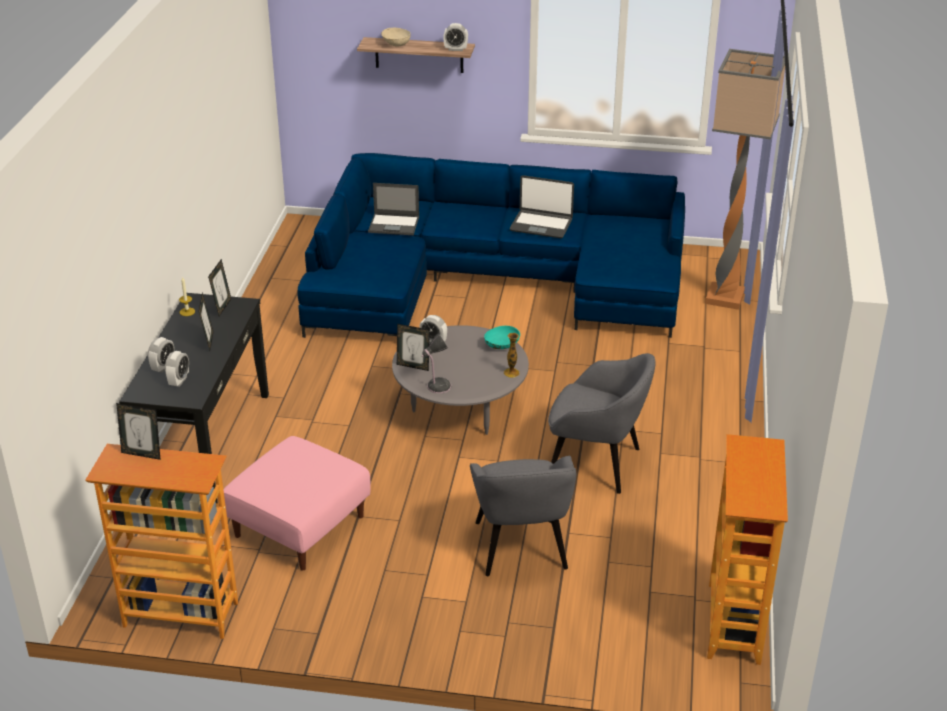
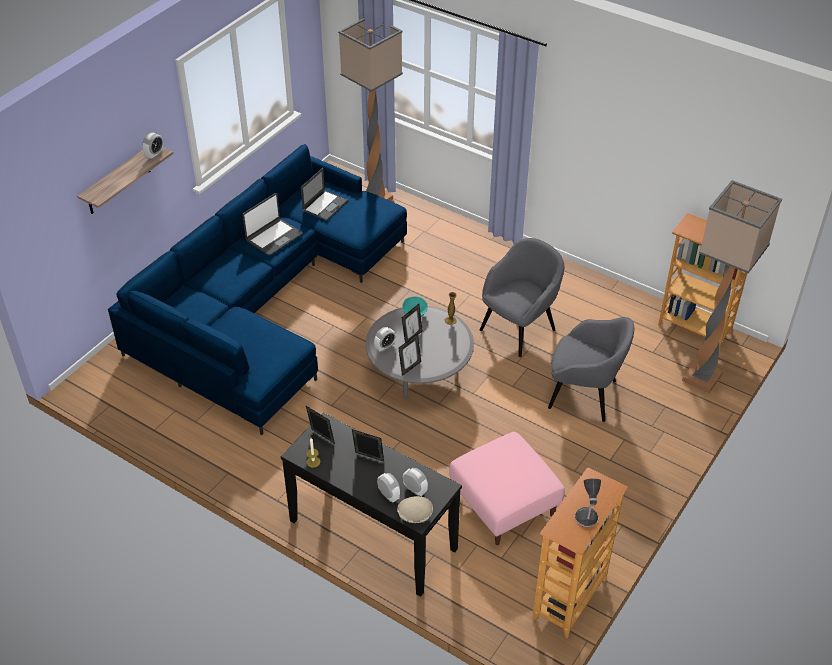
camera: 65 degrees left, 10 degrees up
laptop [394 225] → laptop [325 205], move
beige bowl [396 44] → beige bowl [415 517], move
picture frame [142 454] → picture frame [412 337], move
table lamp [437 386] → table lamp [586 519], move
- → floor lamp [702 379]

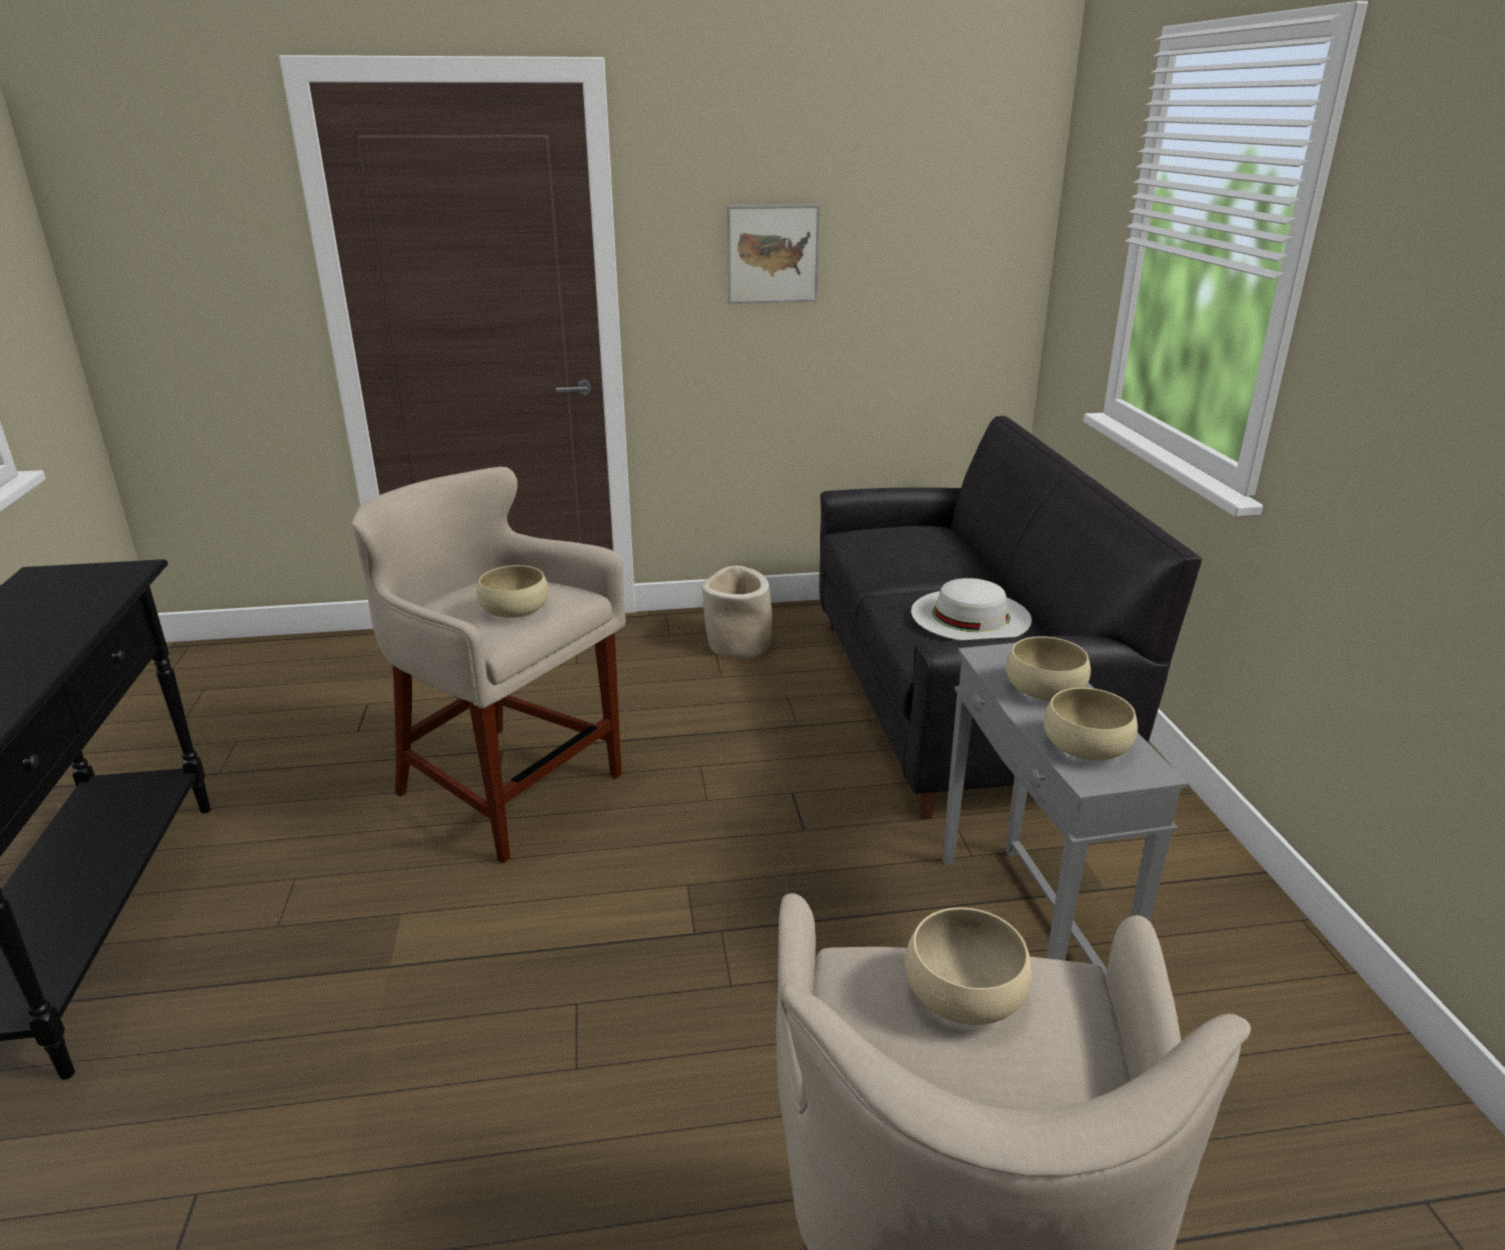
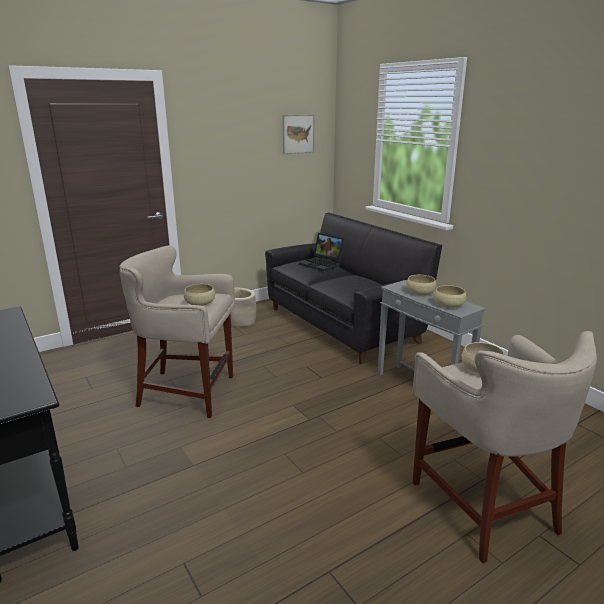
camera: 25 degrees left, 5 degrees down
picture [773 254] → picture [298 134], move
- → laptop [322 264]
white hat [970 615] → -

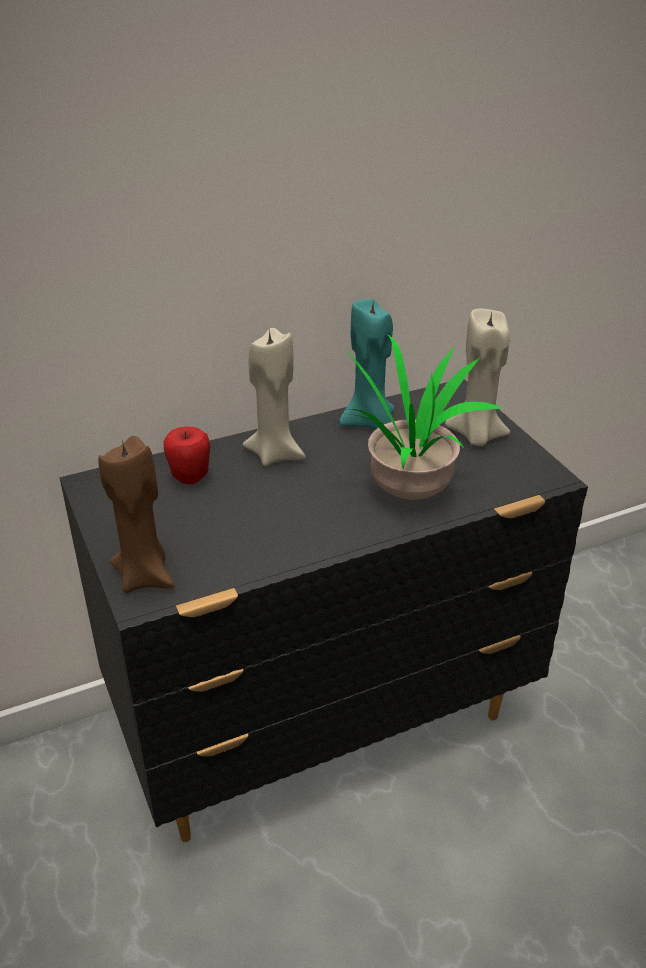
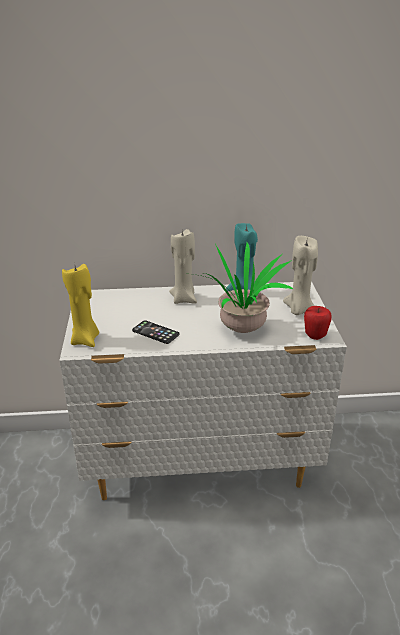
camera: 20 degrees right, 5 degrees down
black dresser [325 725] → white dresser [201 464]
brown candle [145 576] → yellow candle [85 340]
- → phone [155 332]
apple [190 477] → apple [315 336], move

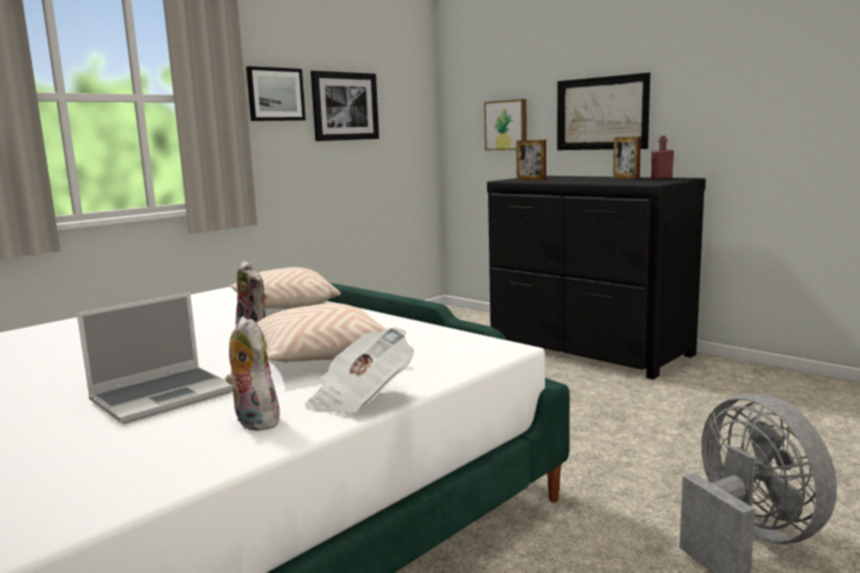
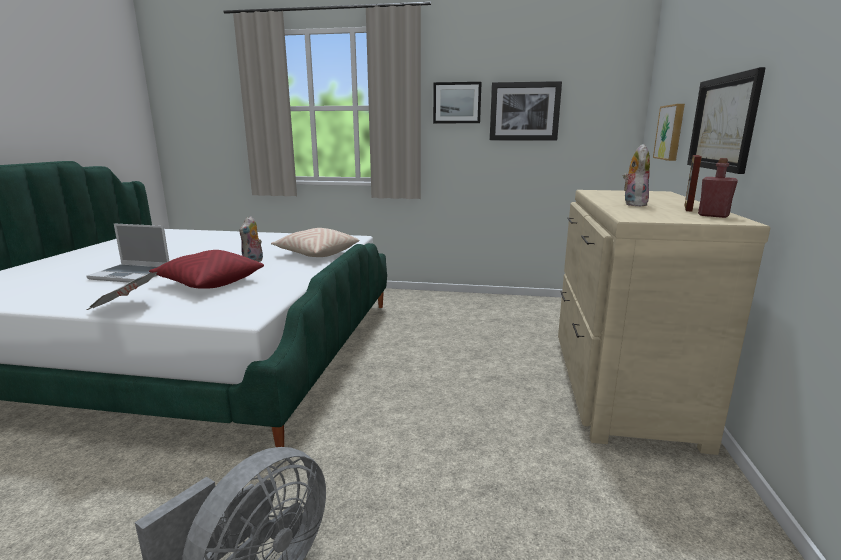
camera: 55 degrees right, 5 degrees up
beige pillow [319 356] → red pillow [209 283]
black dresser [587 349] → beige dresser [619 386]
plush toy [253 421] → plush toy [633 204], move
picture frame [531 179] → -

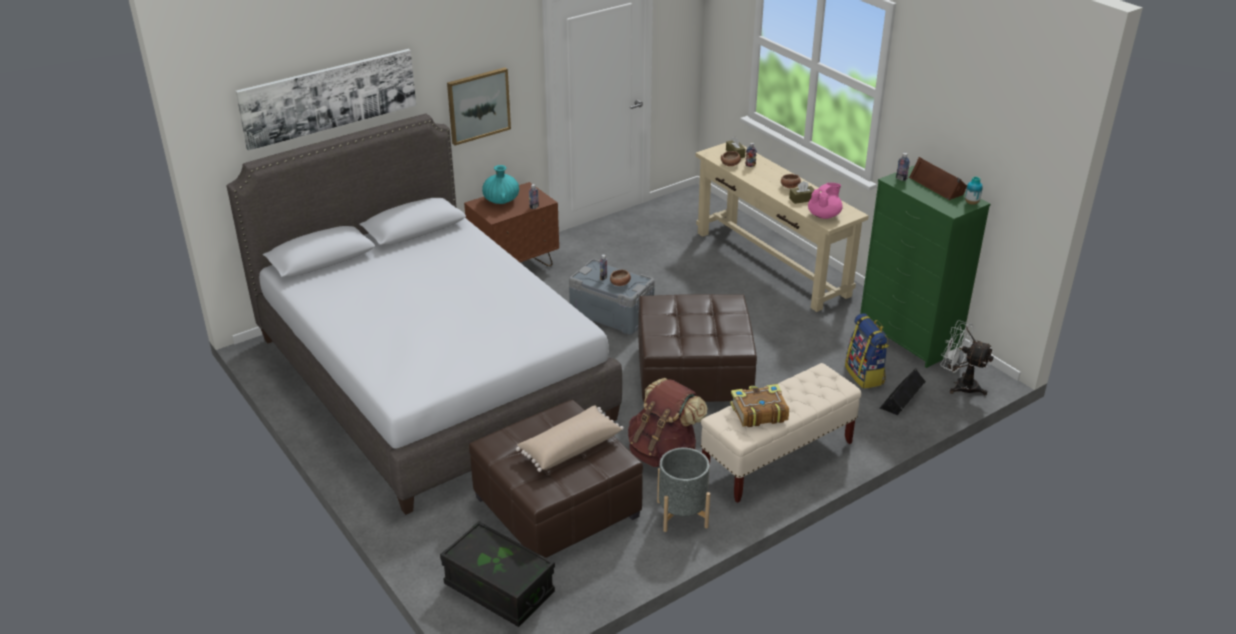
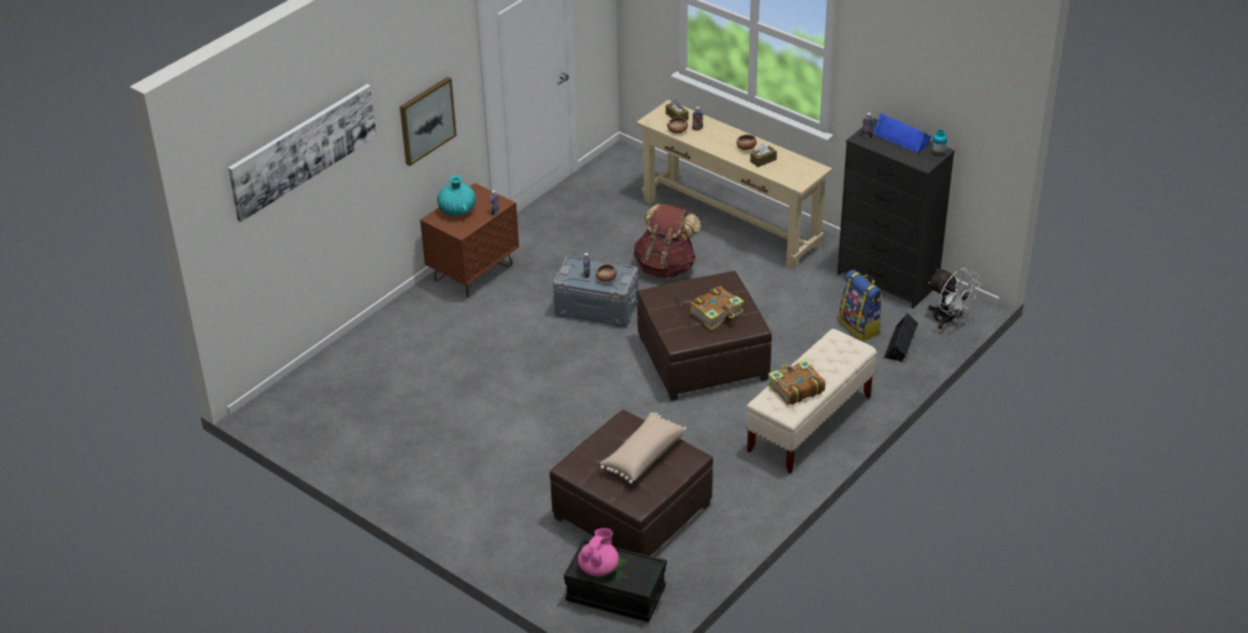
camera: 15 degrees left, 5 degrees up
pink teapot [824 215] → pink teapot [599 567], move
brown backpack [663 453] → brown backpack [666 267], move
- → book [716 314]
green dresser [909 338] → black dresser [888 280]
brown speaker [937 185] → blue speaker [902 138]
white fan [960 385] → white fan [948 320], 150 degrees counterclockwise
grey bed [431 378] → -
grey planter [682 514] → -

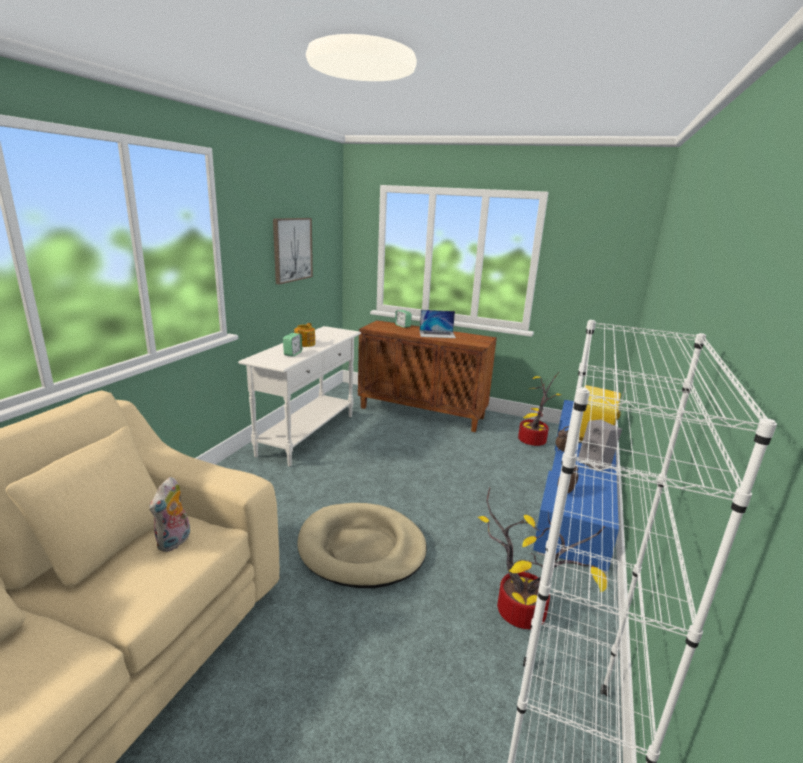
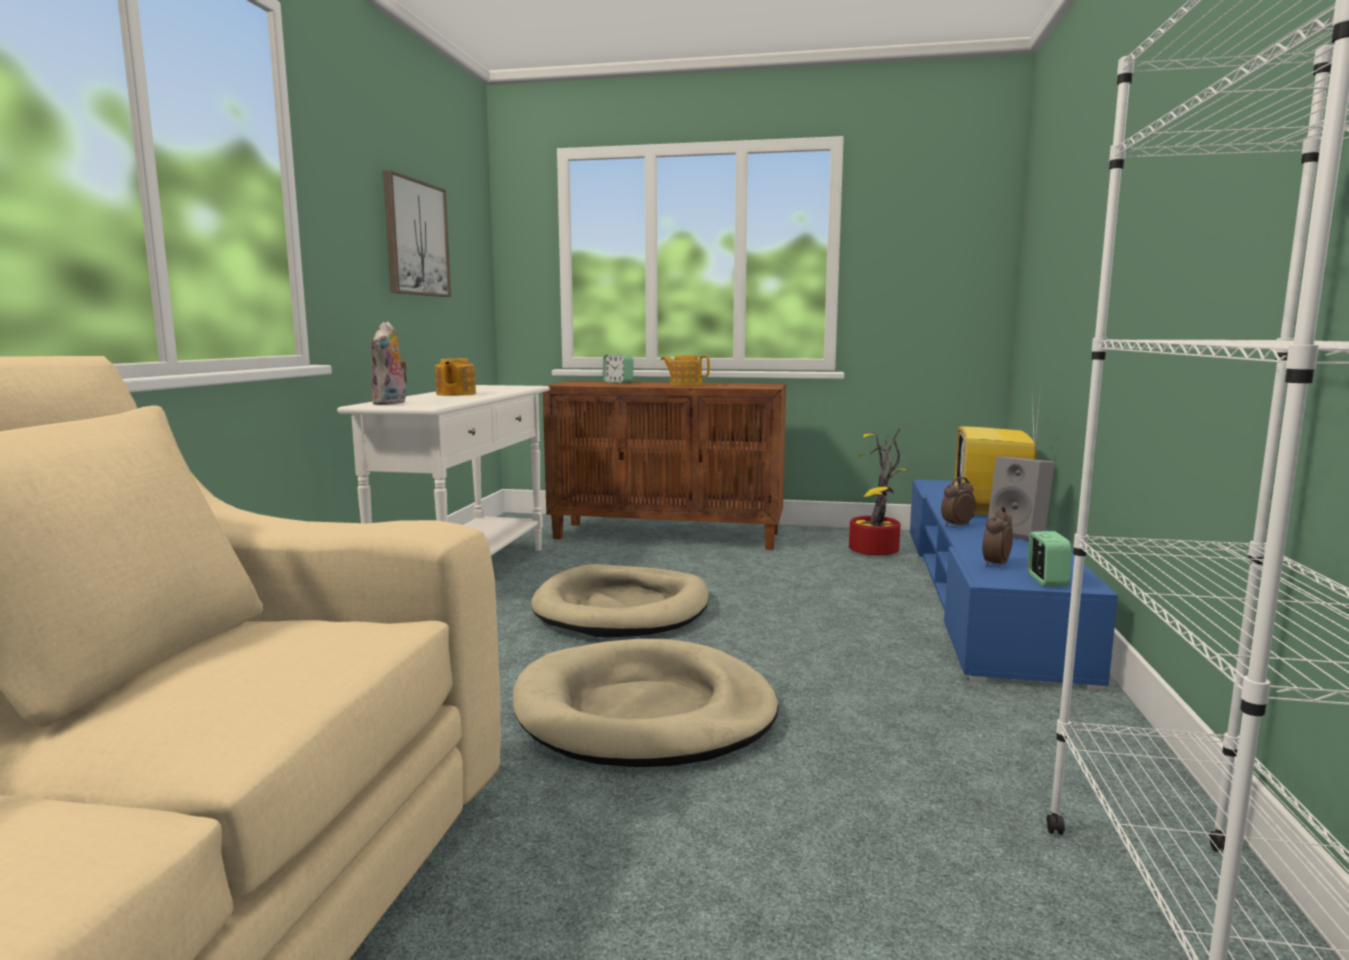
camera: 10 degrees left, 10 degrees down
plush toy [175 542] → plush toy [391 403], move
- → beige dog bed [623 608]
laptop [437 334] → teapot [685 384]
alarm clock [293 354] → alarm clock [1046 581], move
potted plant [525 610] → -

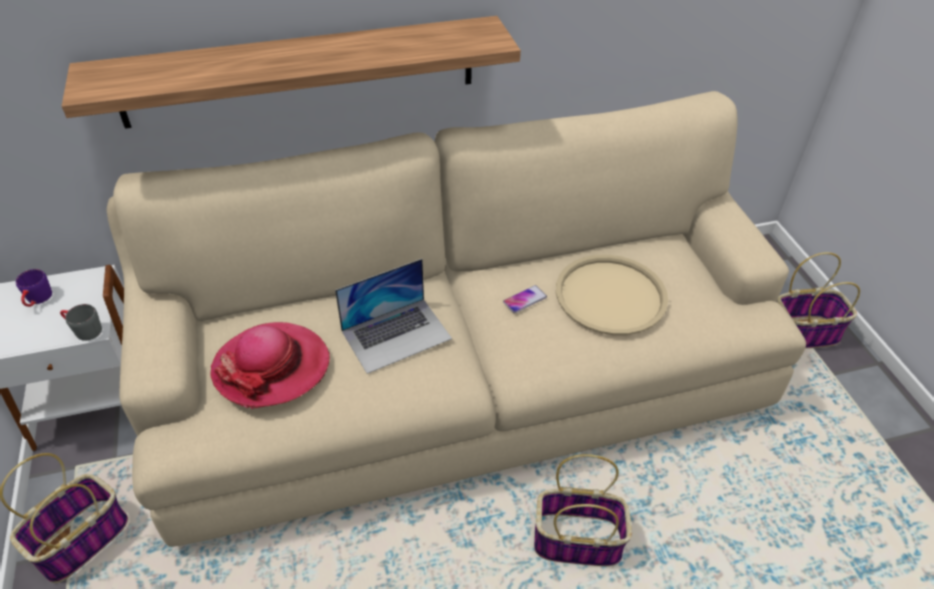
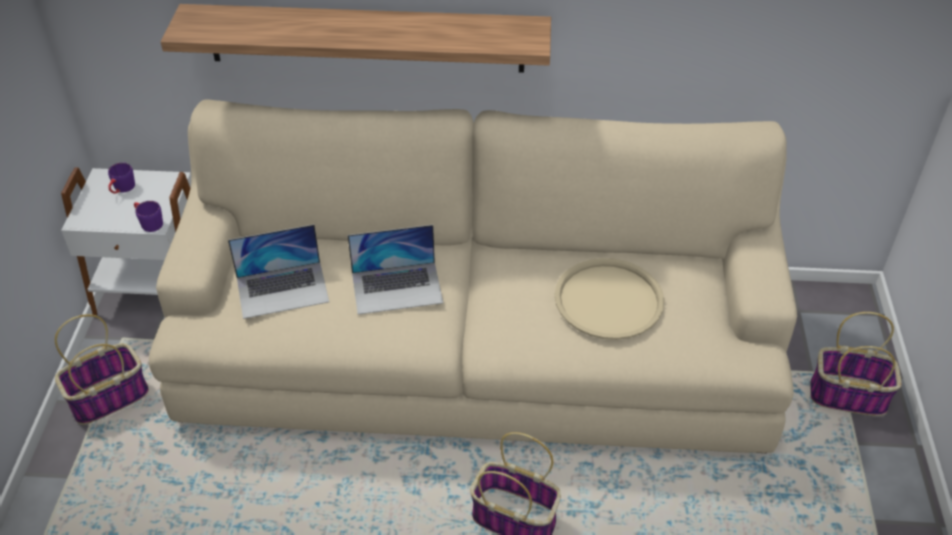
camera: 20 degrees right, 0 degrees up
grey mug [83 330] → purple mug [148 222]
hat [271 367] → laptop [283 289]
phone [525 299] → -

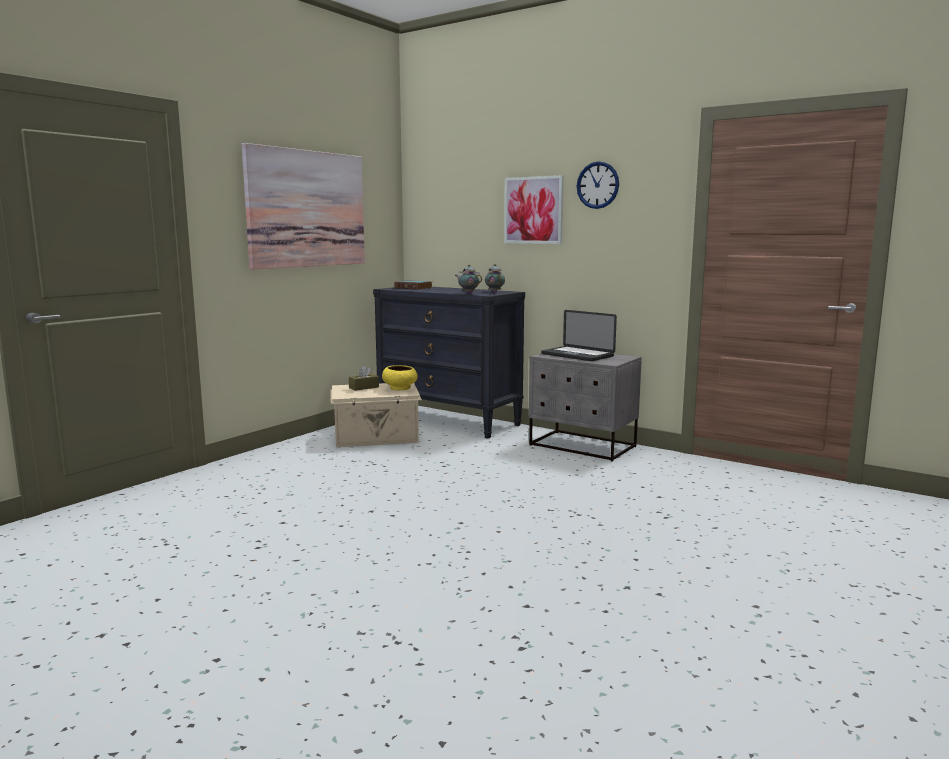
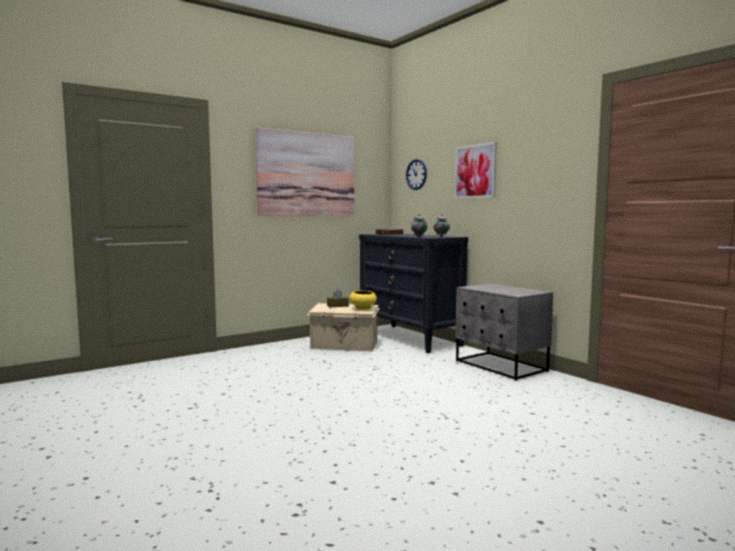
camera: 20 degrees right, 5 degrees down
wall clock [597 185] → wall clock [416 174], move
laptop [577 355] → -

